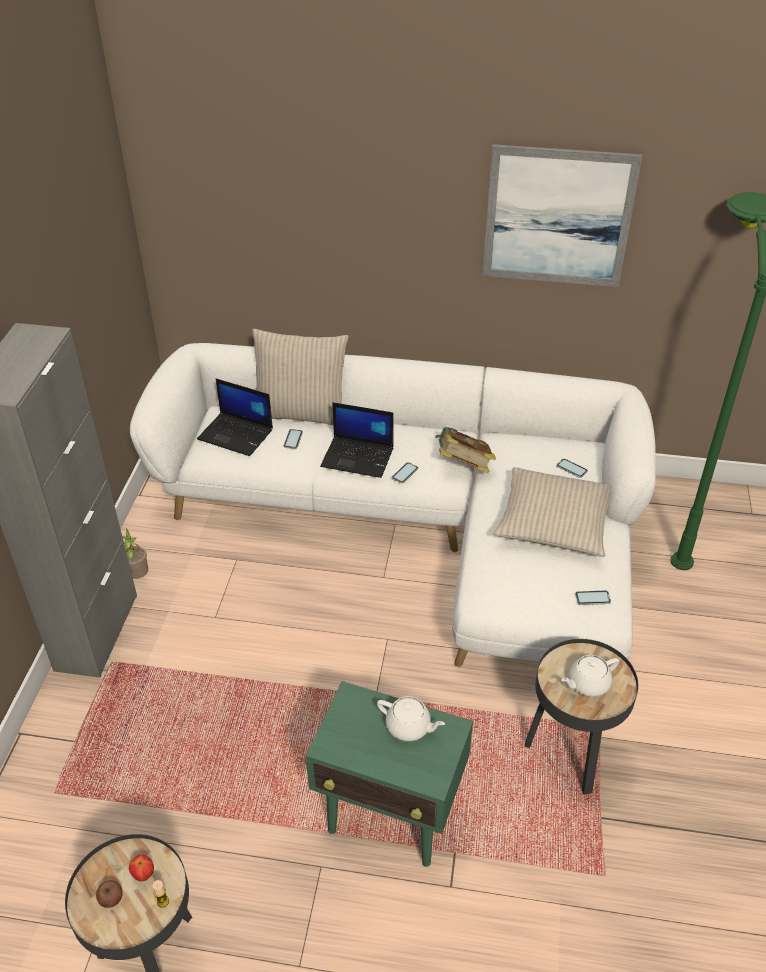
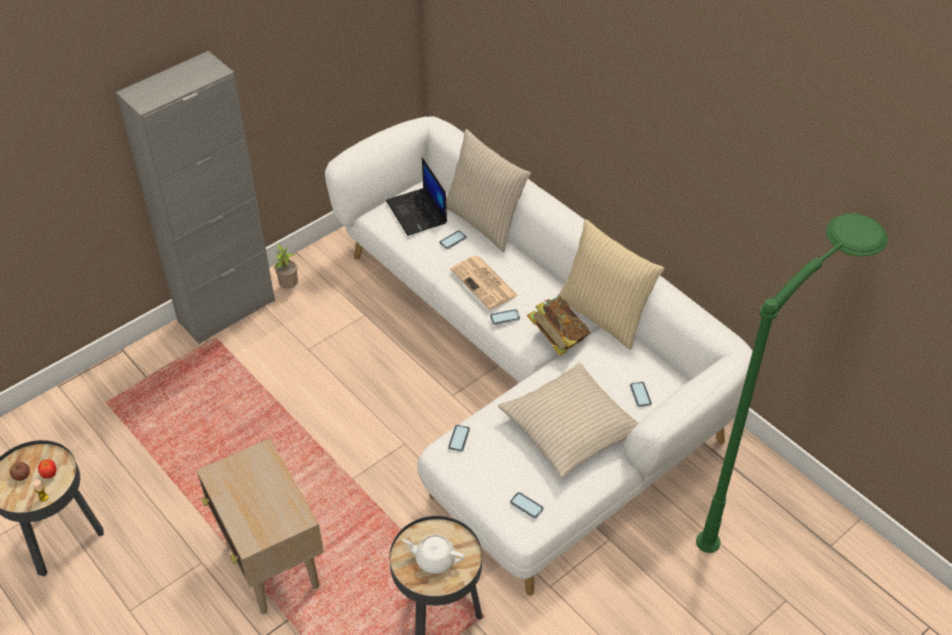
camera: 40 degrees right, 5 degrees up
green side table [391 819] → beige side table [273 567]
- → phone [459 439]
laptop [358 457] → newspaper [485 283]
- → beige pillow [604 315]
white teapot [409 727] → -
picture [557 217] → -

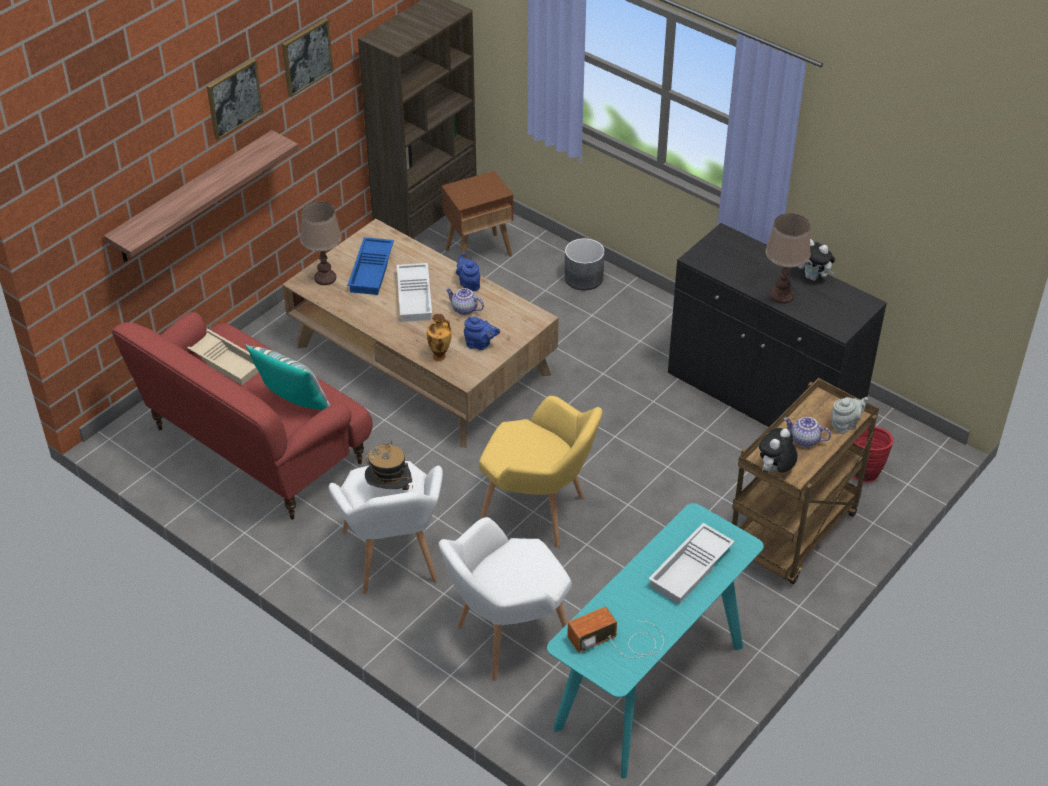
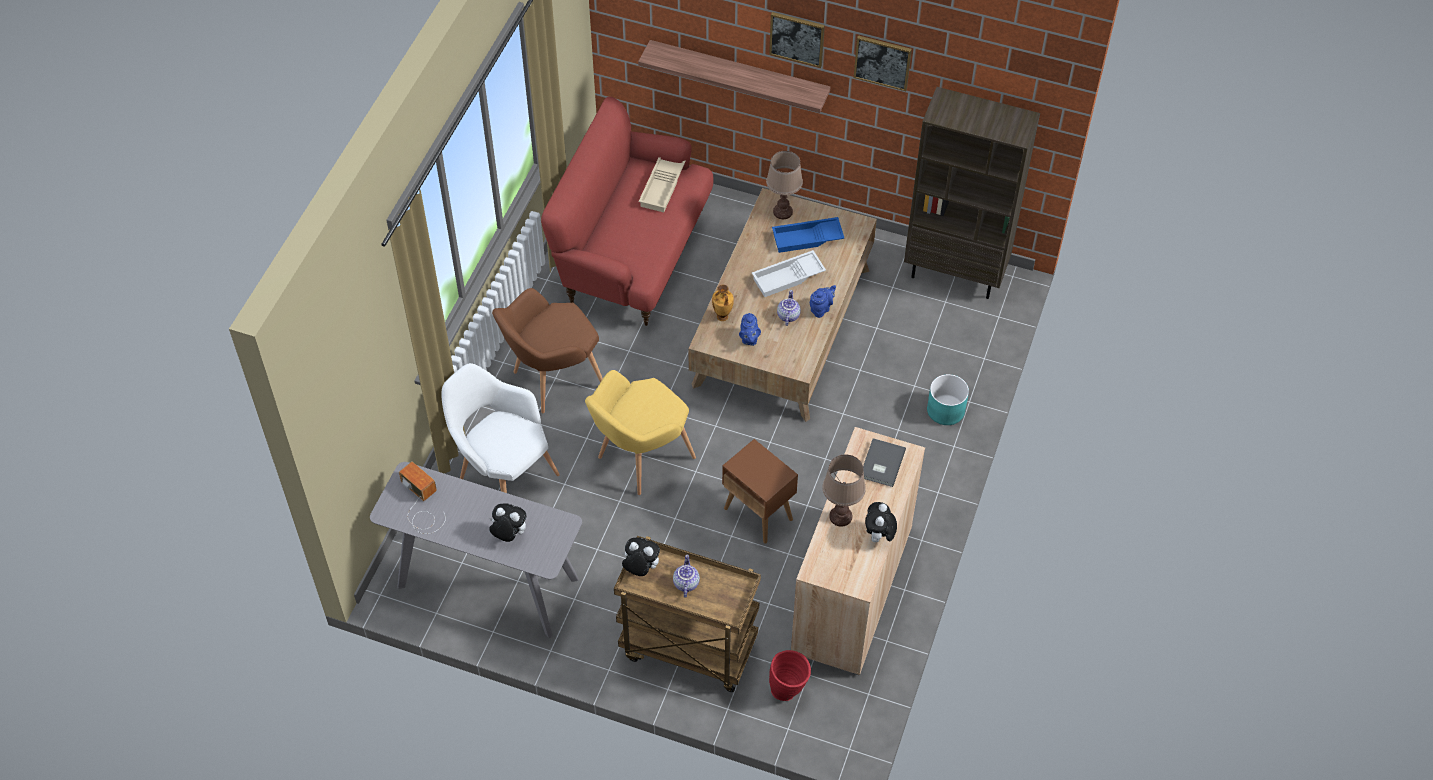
camera: 70 degrees right, 10 degrees up
turquoise console table [650 687] → grey console table [487 583]
white tray [691 569] → plush toy [509 534]
white armchair [393 562] → brown armchair [552 380]
yellow armchair [539 514] → yellow armchair [639 459], 45 degrees clockwise
brown side table [479 252] → brown side table [758 514], move
black cabinet [763 396] → beige cabinet [851 589]
- → grey book [881 464]
grey planter [584 278] → turquoise planter [946 410]
pillow [294 404] → -
hat [389 491] → -
grey teapot [845 425] → -

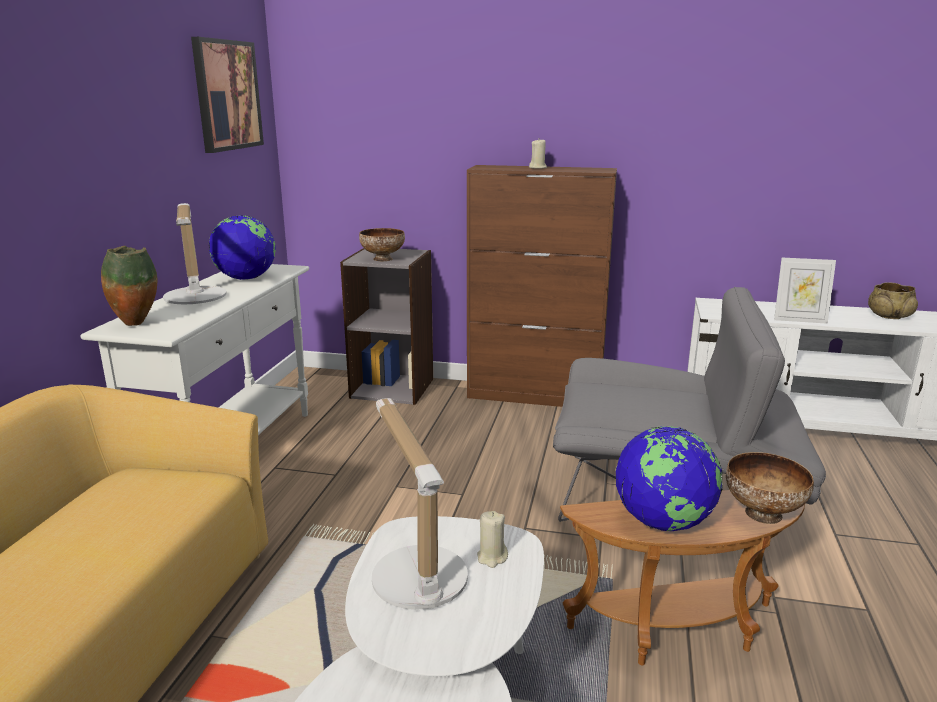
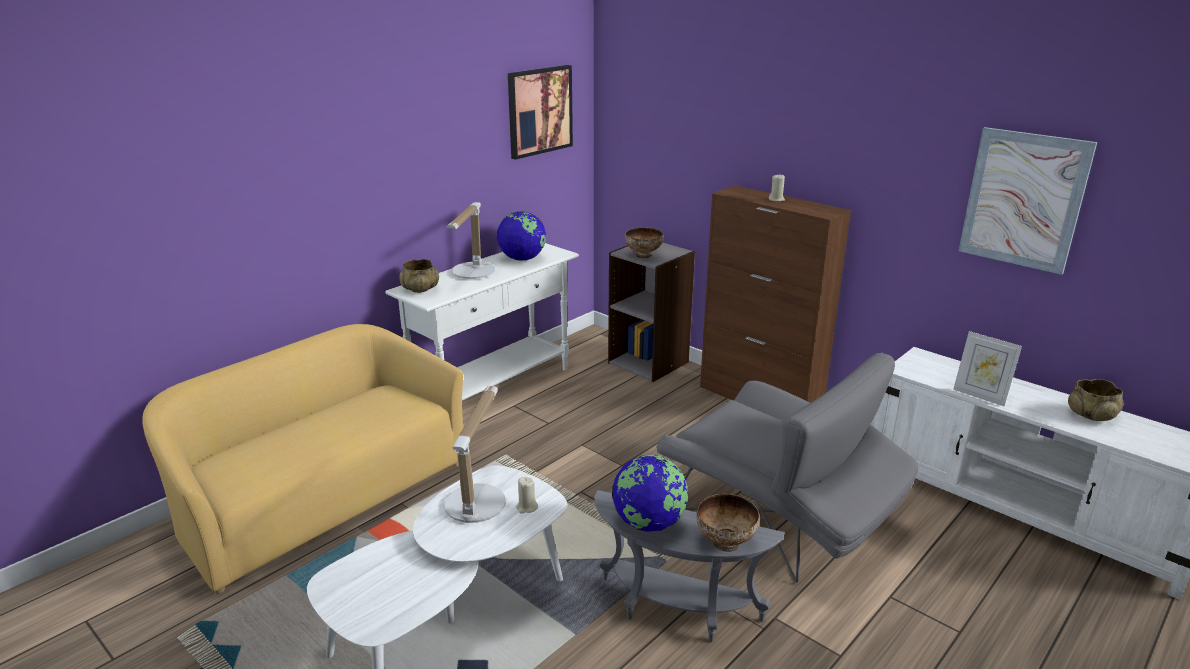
camera: 30 degrees right, 5 degrees up
vase [137 324] → beige bowl [420 289]
brown side table [680 633] → grey side table [676 612]
- → picture [1023 200]

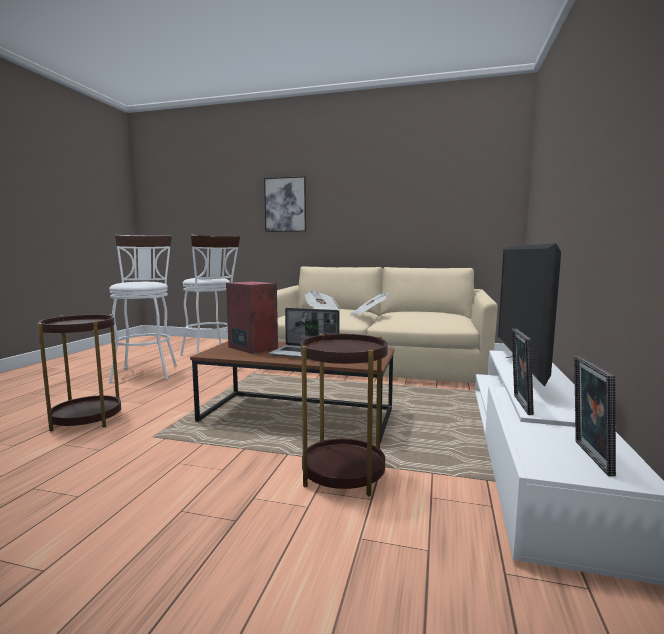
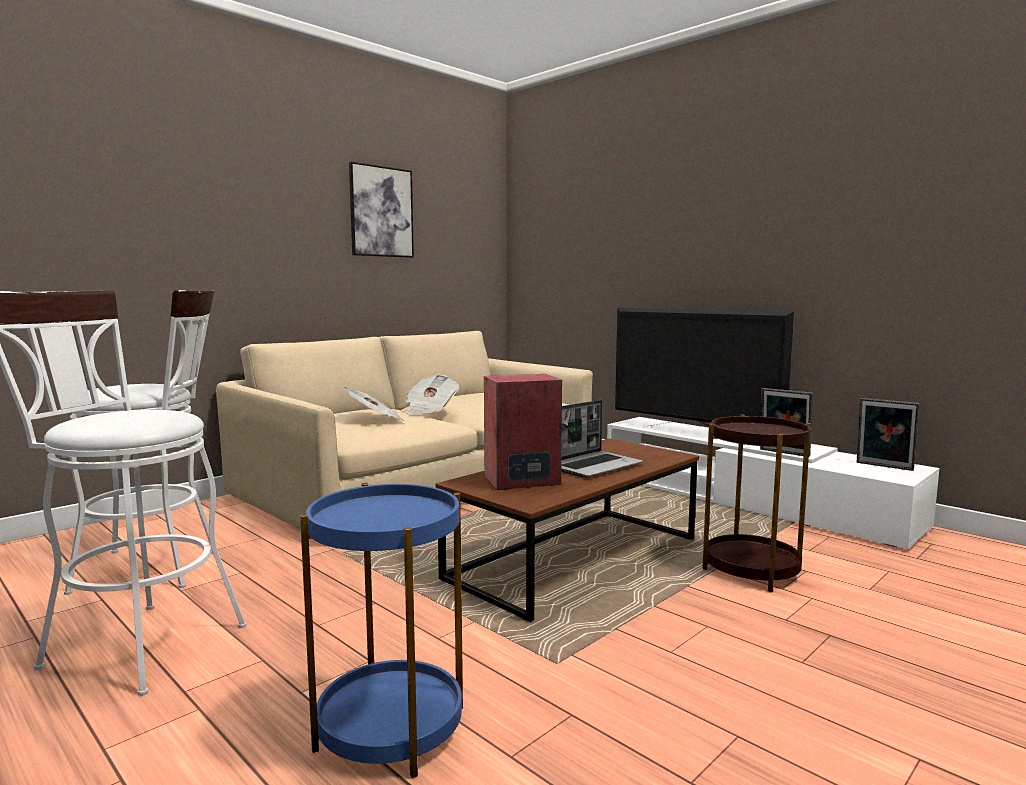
camera: 60 degrees left, 0 degrees up
brown side table [87 419] → blue side table [390 728]
picture [285 204] → picture [381 212], move

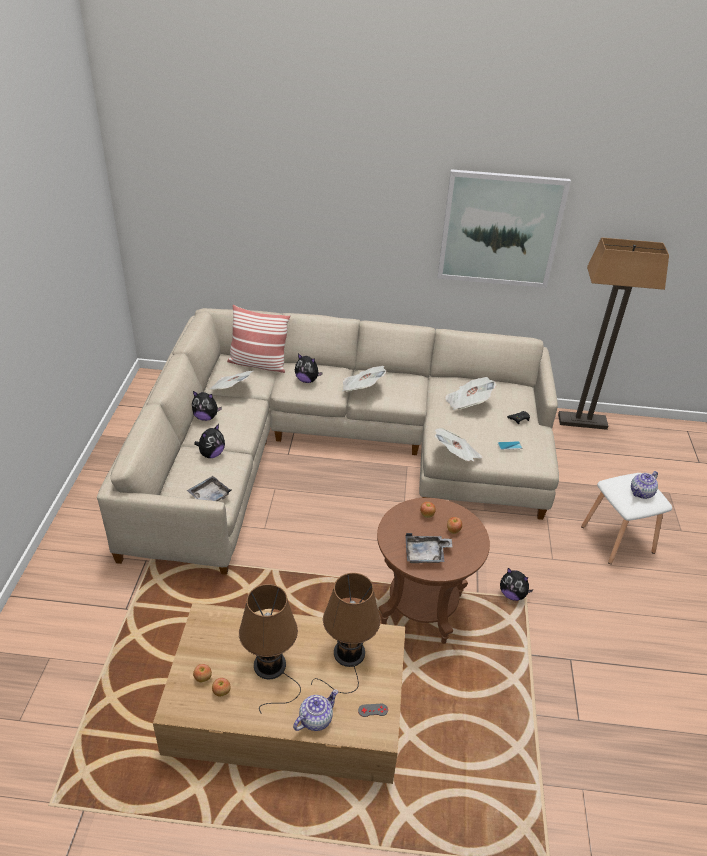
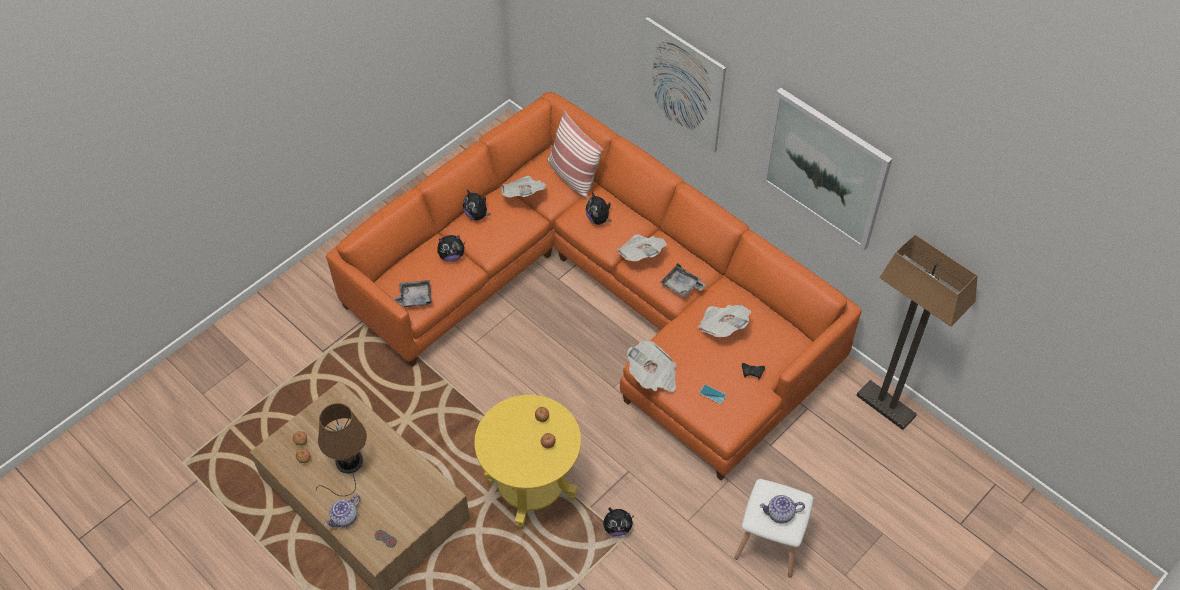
camera: 40 degrees right, 15 degrees up
teapot [315 719] → teapot [345 518], 135 degrees clockwise
beige sofa [333 450] → orange sofa [601 297]
brown side table [422 609] → yellow side table [531 491]
plush toy [512 594] → plush toy [617 527], 75 degrees counterclockwise
- → picture [682 85]
grey tray [426 554] → grey tray [681 286], move
brown table lamp [348 656] → -

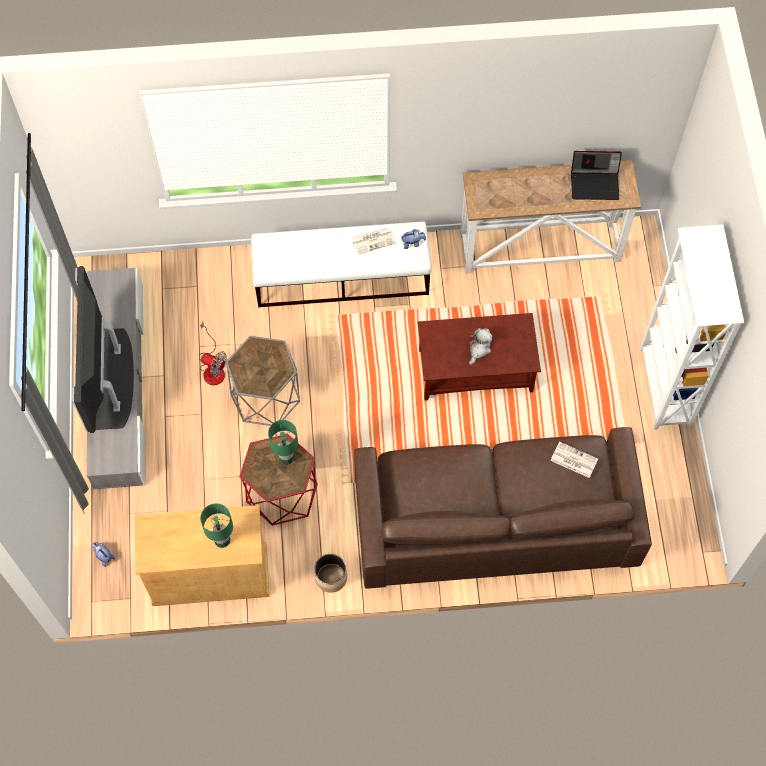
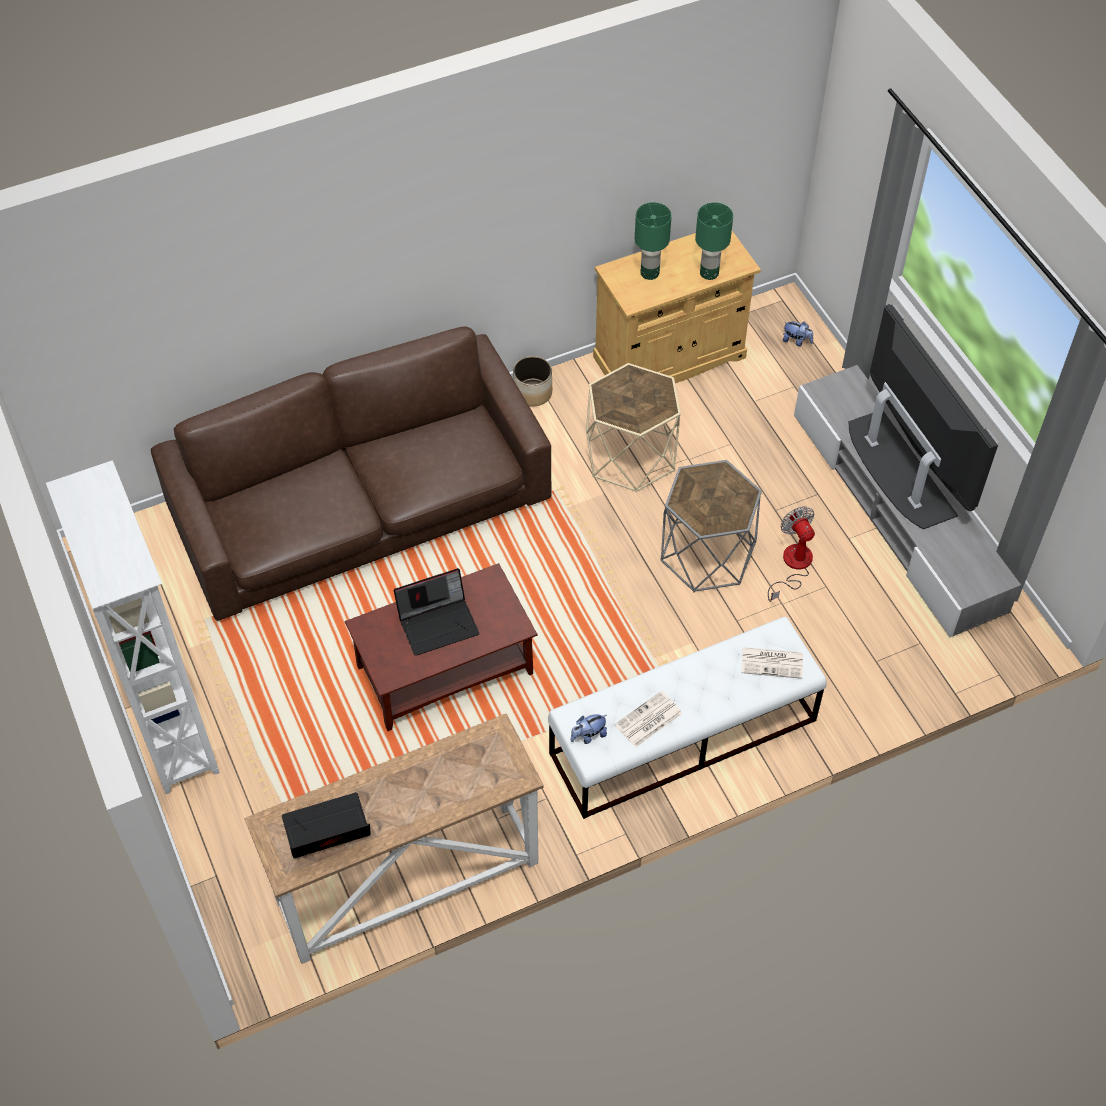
camera: 160 degrees right, 10 degrees down
plush toy [479 349] → laptop [438 623]
red side table [282 493] → beige side table [631 456]
green table lamp [286 457] → green table lamp [709 273], move
newspaper [573 460] → newspaper [773 662], move
fan [212 368] → fan [793 565], 60 degrees clockwise

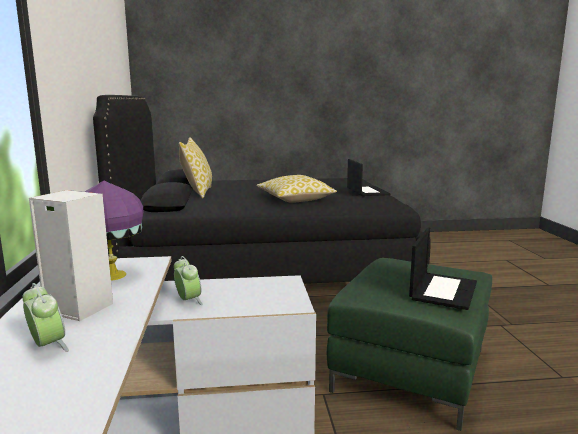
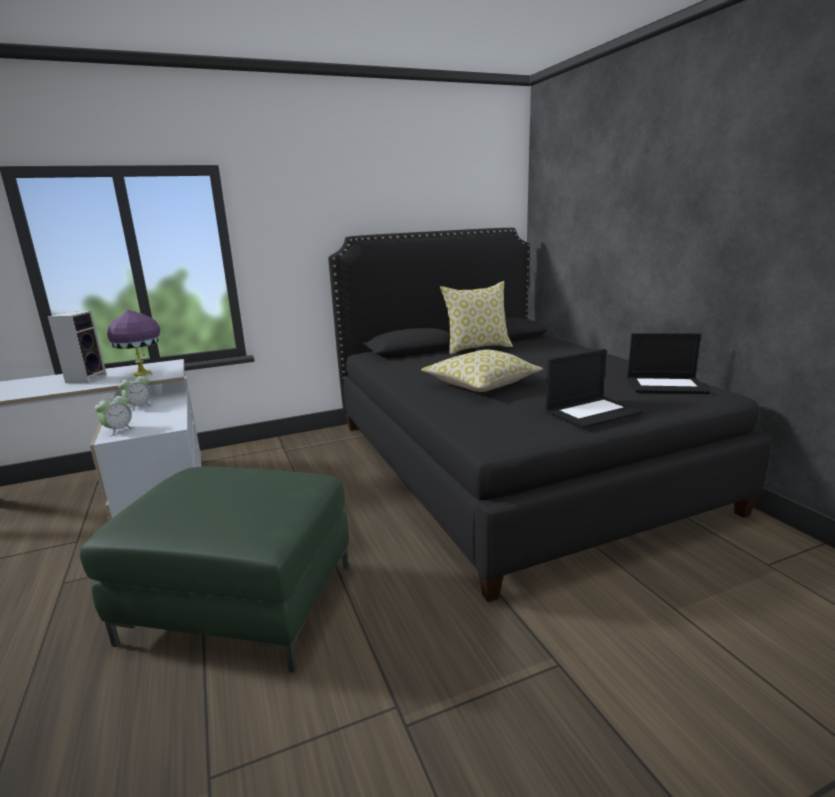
camera: 75 degrees right, 5 degrees up
alarm clock [47 346] → alarm clock [118 430], move
laptop [443 290] → laptop [666 385], move

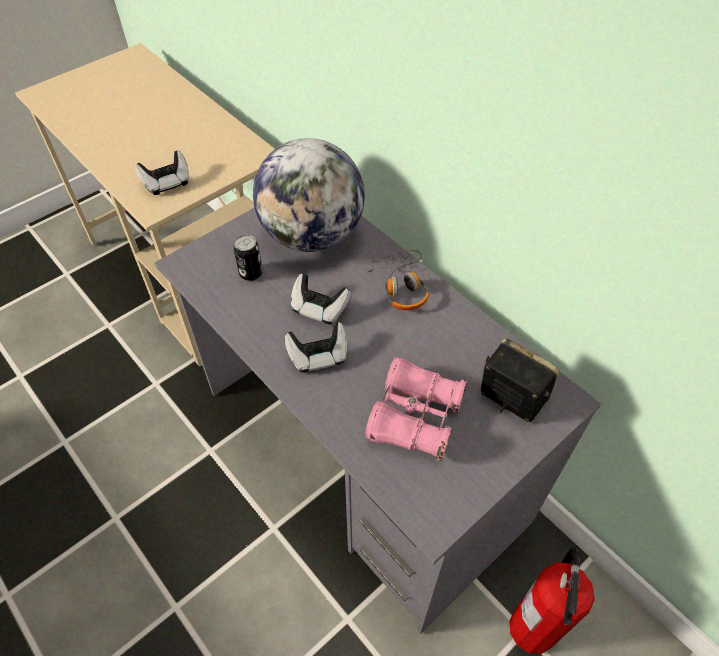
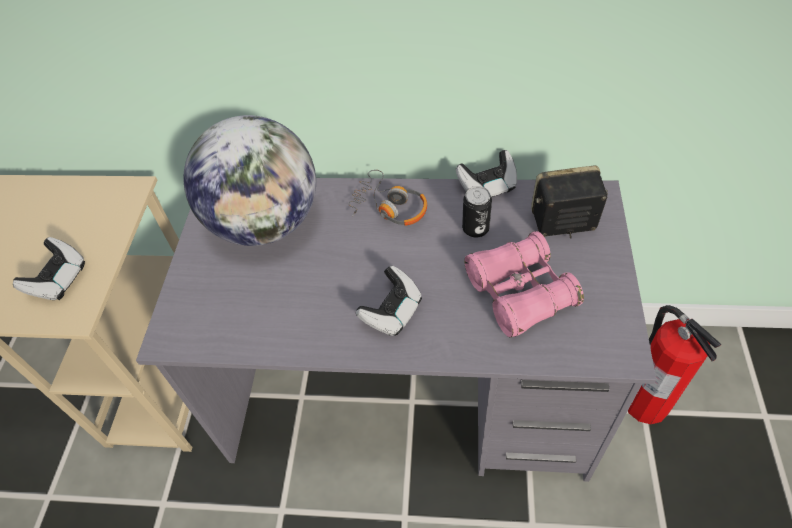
camera: 40 degrees left, 0 degrees up
game controller [319 309] → game controller [487 187], move
can [251 273] → can [475 229], move

